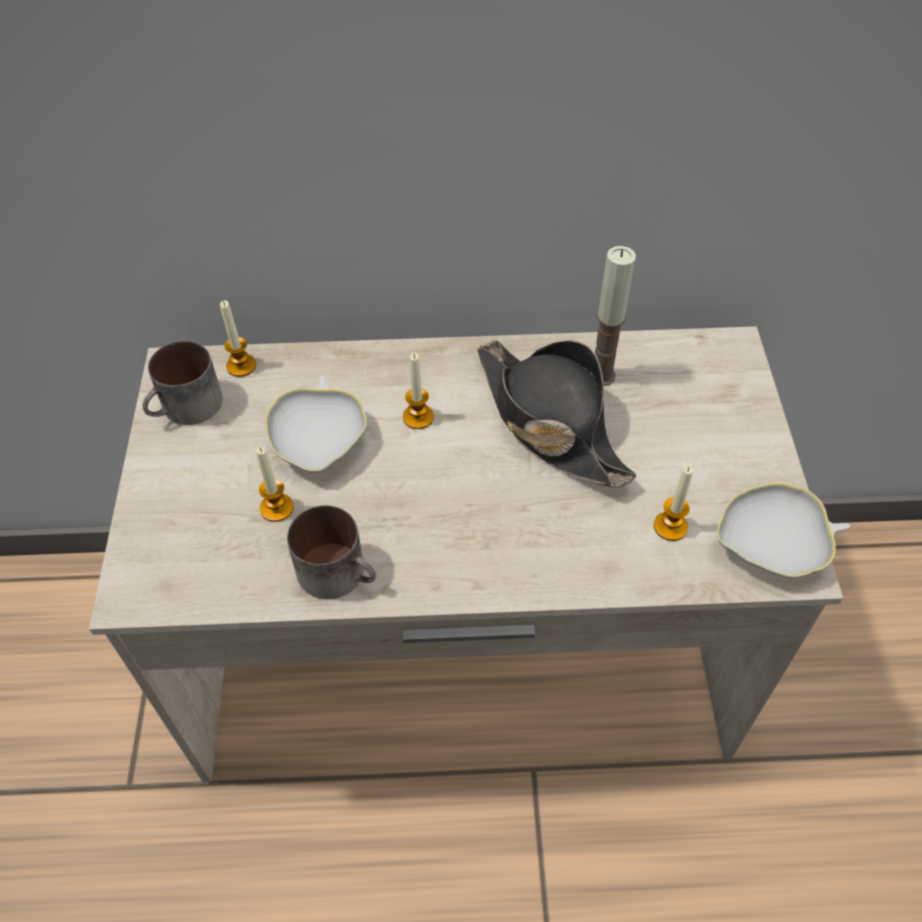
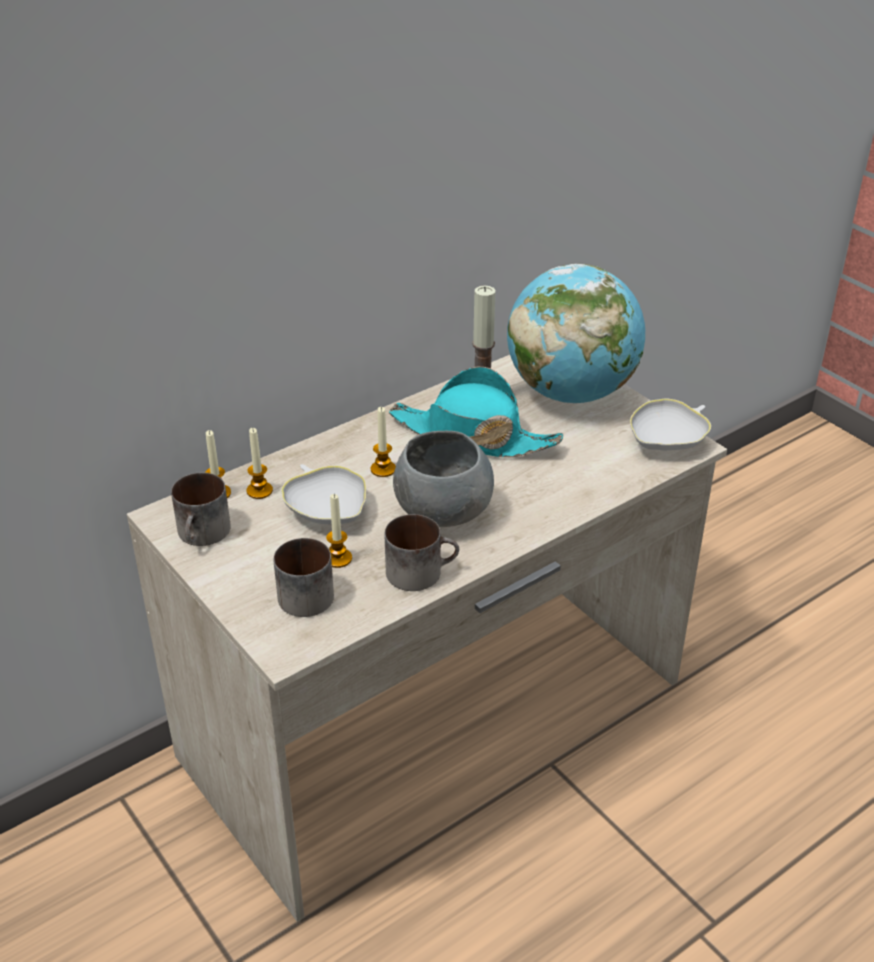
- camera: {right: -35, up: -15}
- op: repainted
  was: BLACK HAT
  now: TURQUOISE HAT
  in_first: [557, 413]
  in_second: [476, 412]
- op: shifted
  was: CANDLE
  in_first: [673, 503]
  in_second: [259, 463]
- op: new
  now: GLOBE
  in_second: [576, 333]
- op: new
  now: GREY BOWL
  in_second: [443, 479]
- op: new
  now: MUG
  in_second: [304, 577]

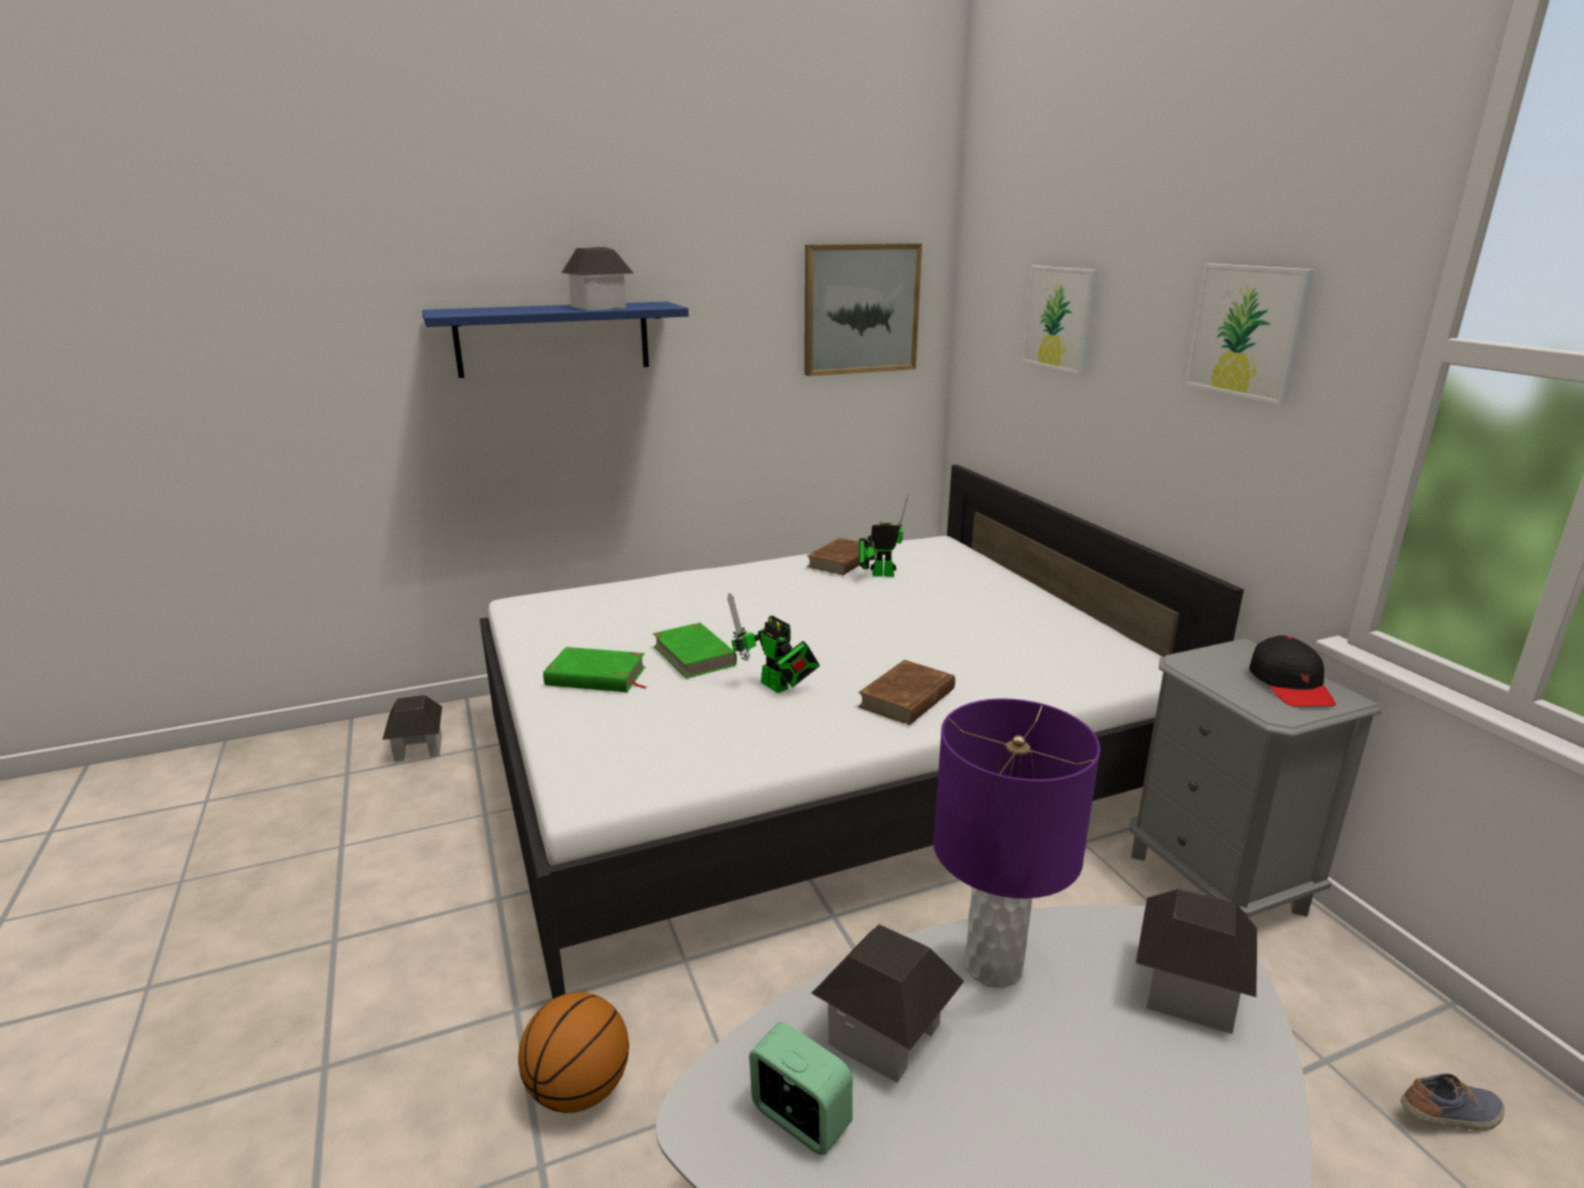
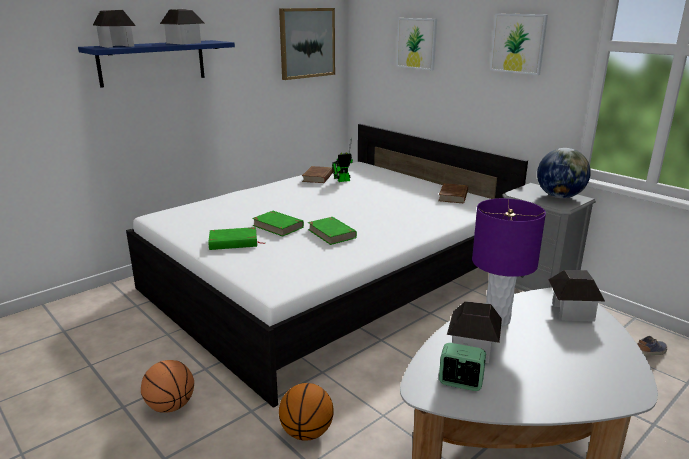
- camera: {right: -20, up: 0}
- op: swapped
  was: TOY ROBOT
  now: GREEN BOOK
  in_first: [773, 643]
  in_second: [332, 231]
- op: swapped
  was: BLACK CAP
  now: GLOBE
  in_first: [1292, 671]
  in_second: [564, 173]
- op: shifted
  was: BROWN BOOK
  in_first: [906, 692]
  in_second: [453, 193]
- op: shifted
  was: TOY HOUSE
  in_first: [412, 729]
  in_second: [114, 29]
- op: new
  now: BASKETBALL
  in_second: [167, 386]

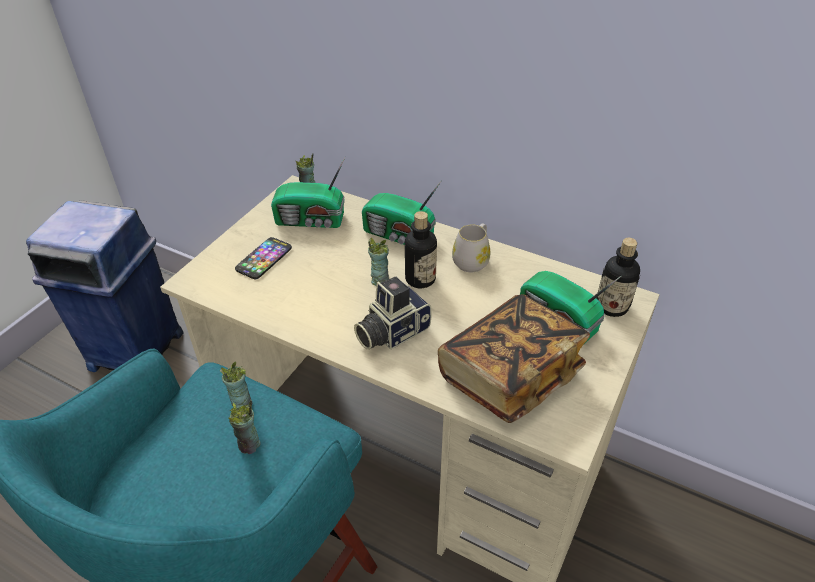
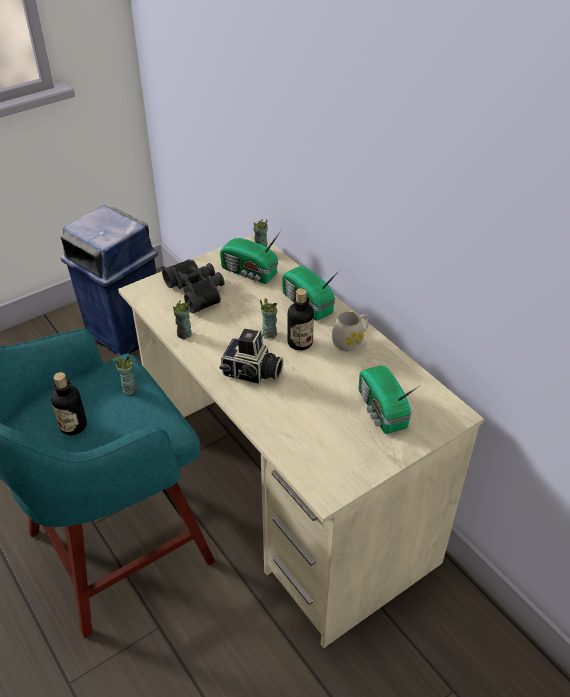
- camera: {right: 25, up: 0}
- op: swapped
  was: PHONE
  now: BLACK BINOCULARS
  in_first: [263, 258]
  in_second: [193, 286]
- op: shifted
  was: BOTTLE
  in_first: [618, 277]
  in_second: [69, 403]
- op: rotated
  was: PHOTO CAMERA
  in_first: [393, 313]
  in_second: [251, 356]
  clockwise: -150
- op: gone
  was: BOOK
  in_first: [514, 358]
- op: shifted
  was: CUP
  in_first: [245, 427]
  in_second: [182, 319]

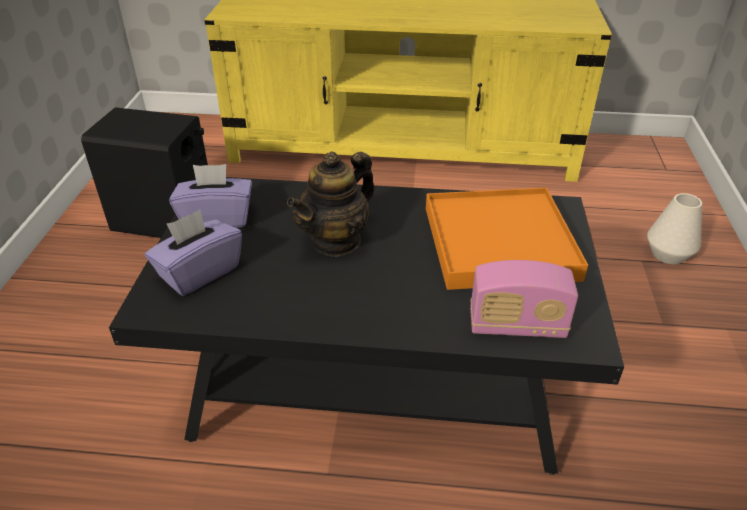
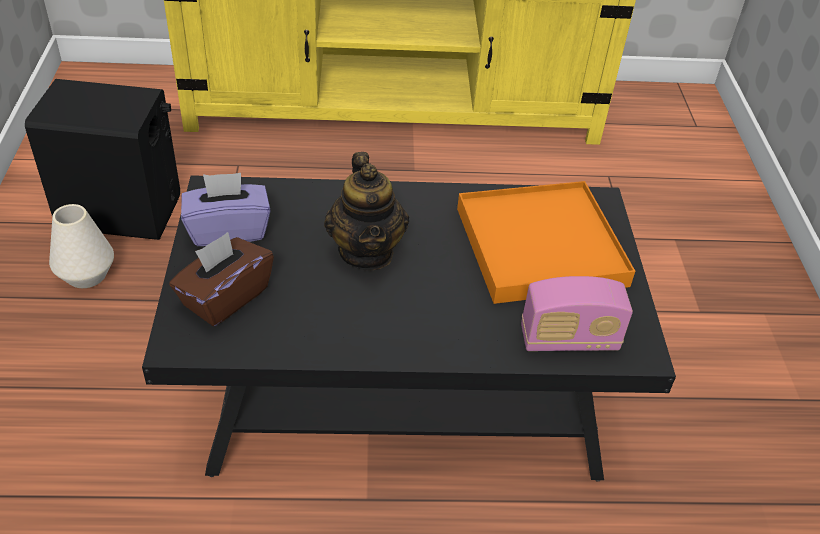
- camera: {right: -10, up: 5}
- op: rotated
  was: TEAPOT
  in_first: [331, 204]
  in_second: [366, 211]
  clockwise: -45
- op: shifted
  was: WHITE VASE
  in_first: [674, 228]
  in_second: [81, 246]
- op: repainted
  was: PURPLE TISSUE BOX
  now: BROWN TISSUE BOX
  in_first: [193, 253]
  in_second: [221, 279]

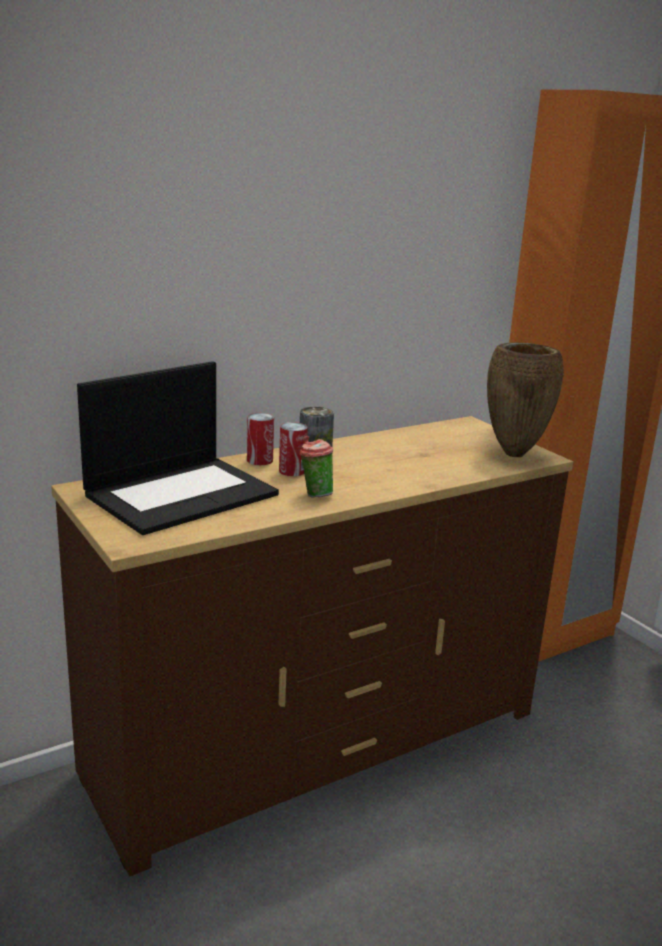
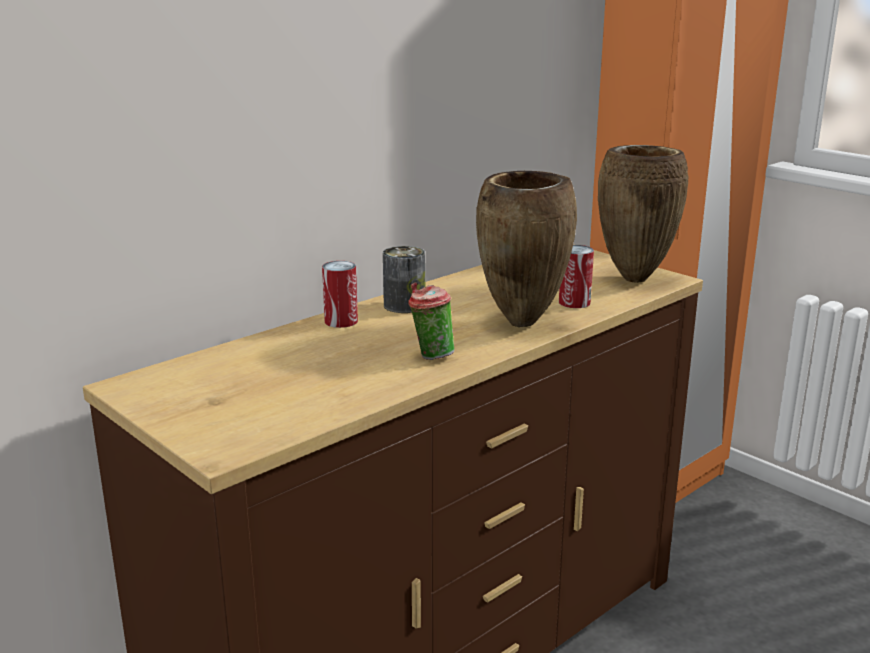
- camera: {right: -10, up: 0}
- op: gone
  was: LAPTOP
  in_first: [178, 448]
- op: shifted
  was: CAN
  in_first: [293, 449]
  in_second: [576, 276]
- op: new
  now: BROWN VASE
  in_second: [526, 249]

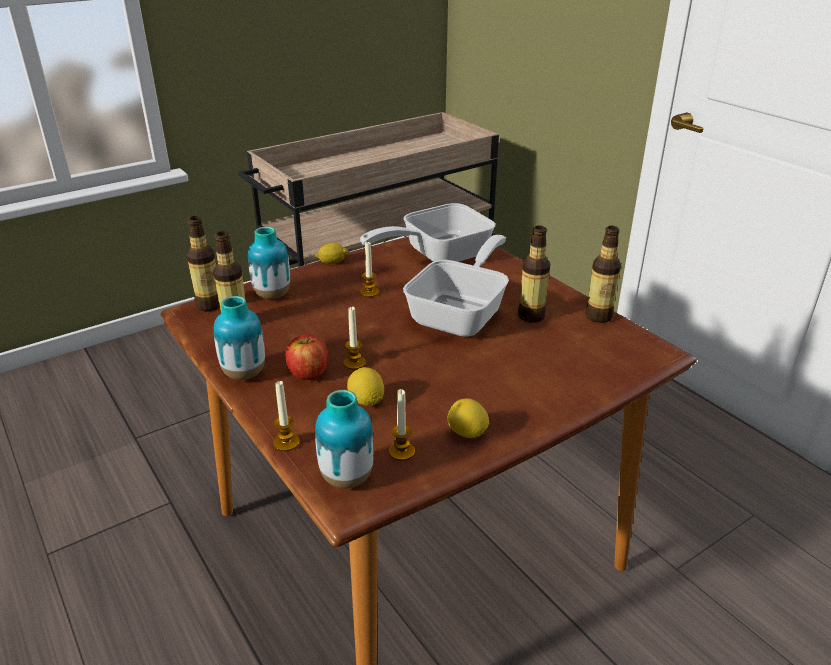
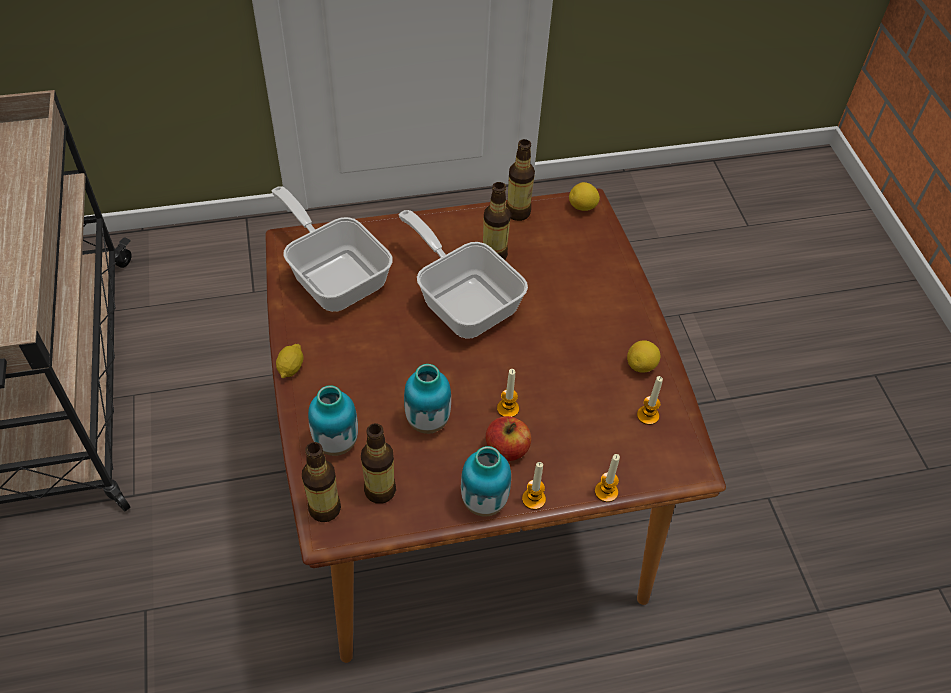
- camera: {right: -70, up: 20}
- op: rotated
  was: FRYING PAN
  in_first: [427, 232]
  in_second: [332, 249]
  clockwise: 150
- op: shifted
  was: CANDLE
  in_first: [369, 269]
  in_second: [534, 486]
- op: shifted
  was: LEMON
  in_first: [365, 386]
  in_second: [584, 196]
- op: shifted
  was: VASE
  in_first: [344, 439]
  in_second: [427, 399]

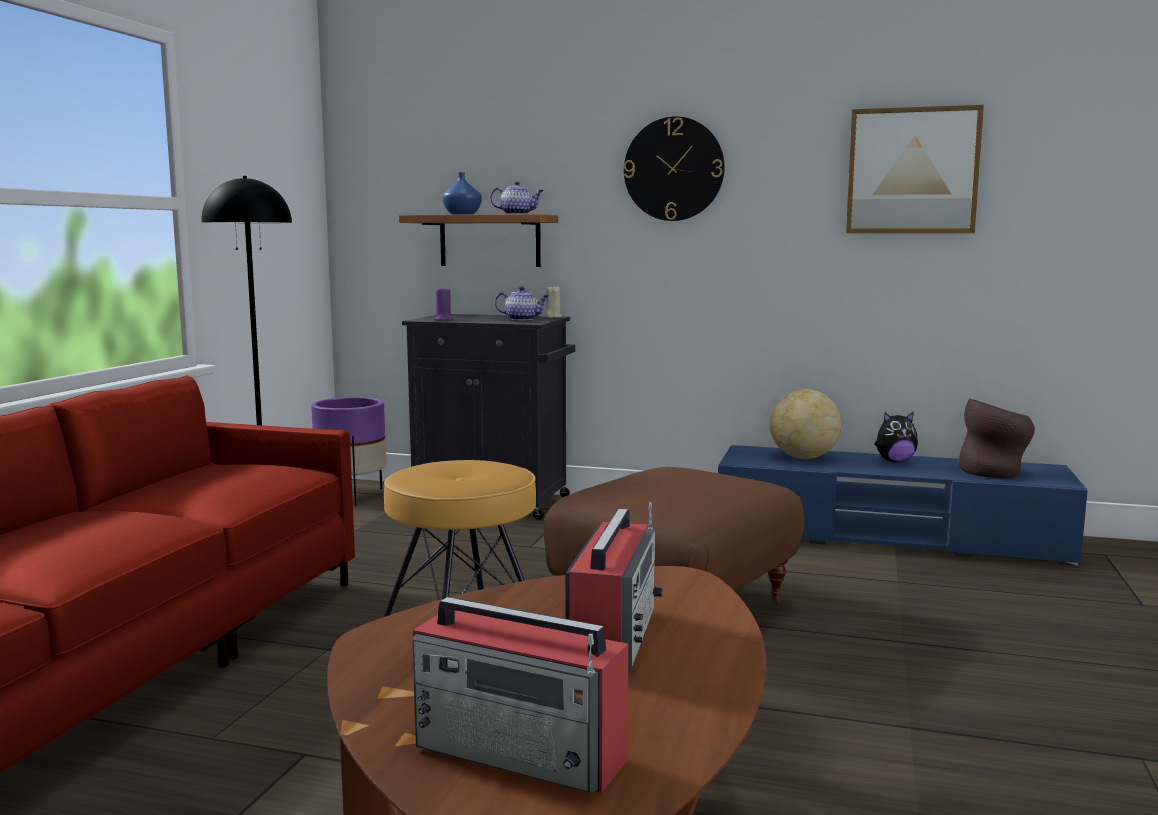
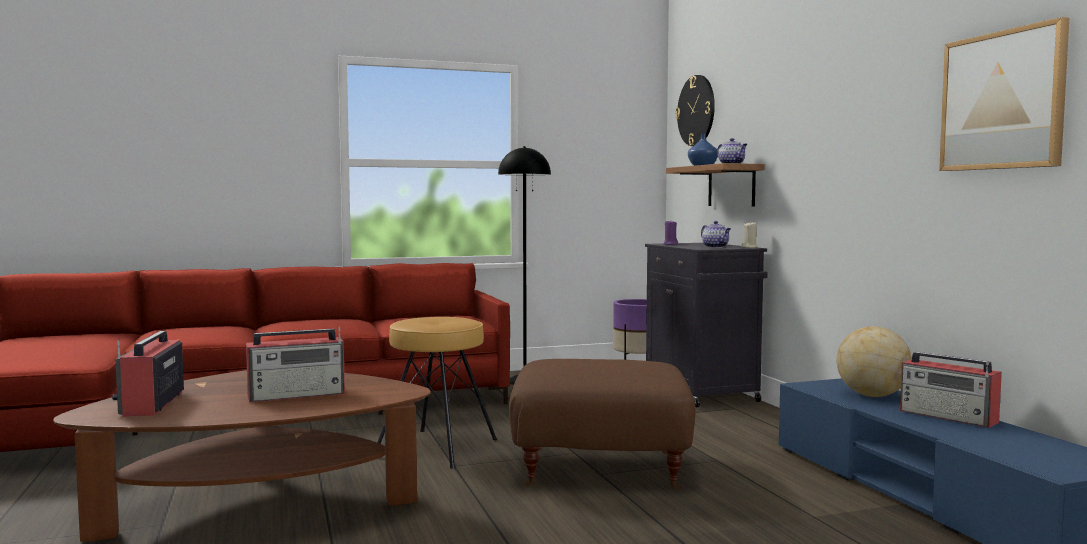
- camera: {right: 55, up: -5}
- op: shifted
  was: WALL CLOCK
  in_first: [674, 168]
  in_second: [695, 110]
- op: gone
  was: BROWN VASE
  in_first: [997, 438]
- op: swapped
  was: PLUSH TOY
  now: RADIO
  in_first: [896, 436]
  in_second: [951, 390]

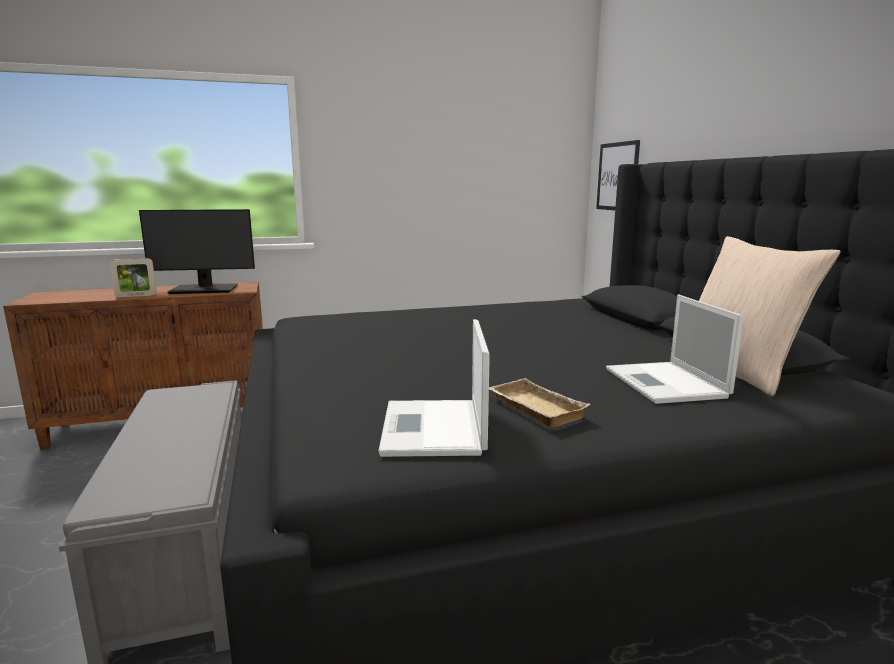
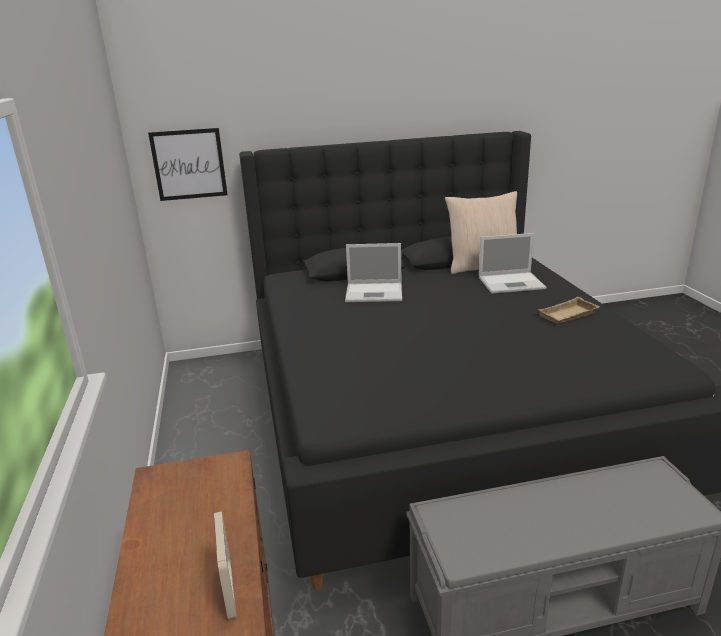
- camera: {right: -85, up: 10}
- op: gone
  was: MONITOR
  in_first: [197, 251]
- op: shifted
  was: LAPTOP
  in_first: [434, 388]
  in_second: [373, 272]

